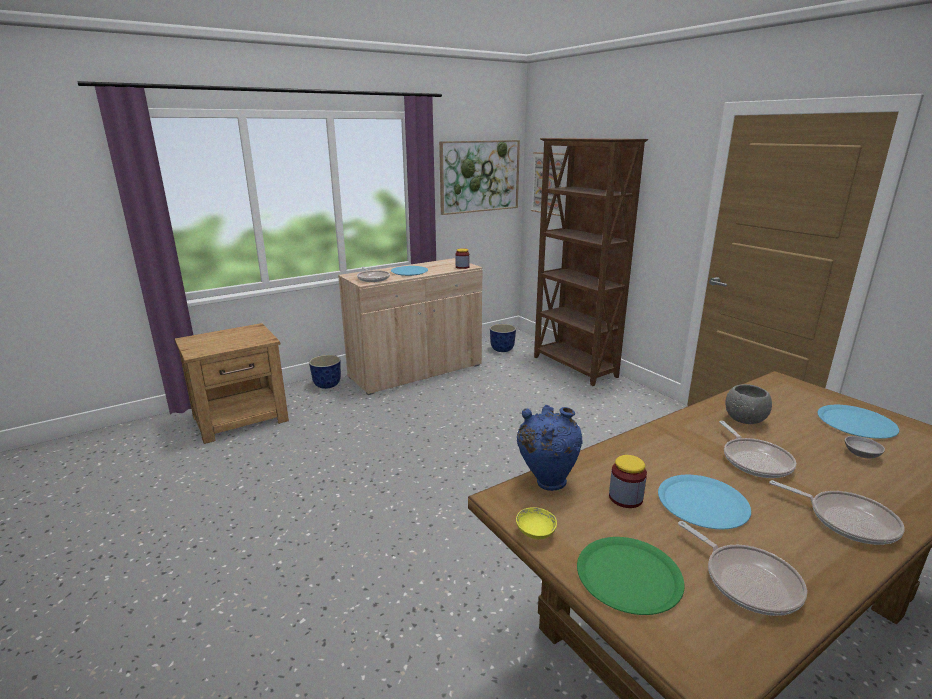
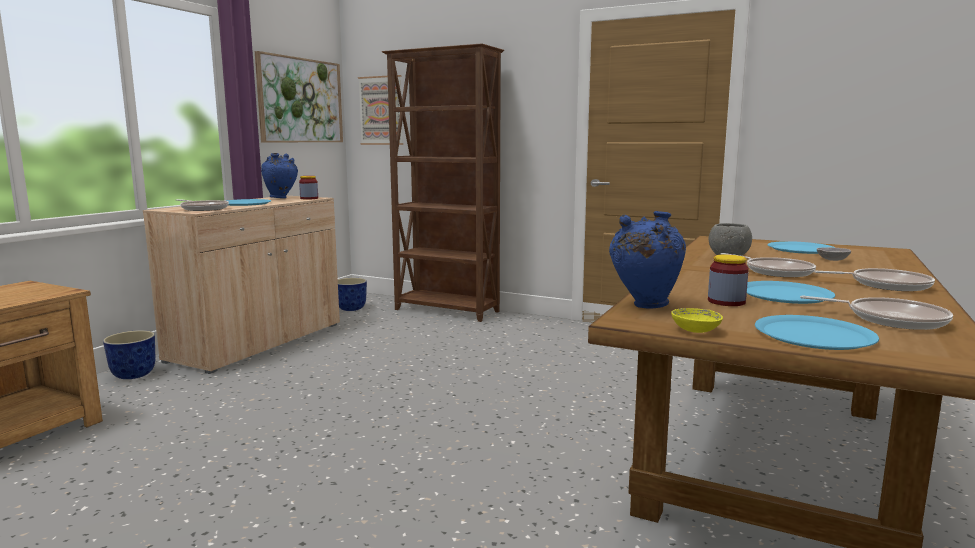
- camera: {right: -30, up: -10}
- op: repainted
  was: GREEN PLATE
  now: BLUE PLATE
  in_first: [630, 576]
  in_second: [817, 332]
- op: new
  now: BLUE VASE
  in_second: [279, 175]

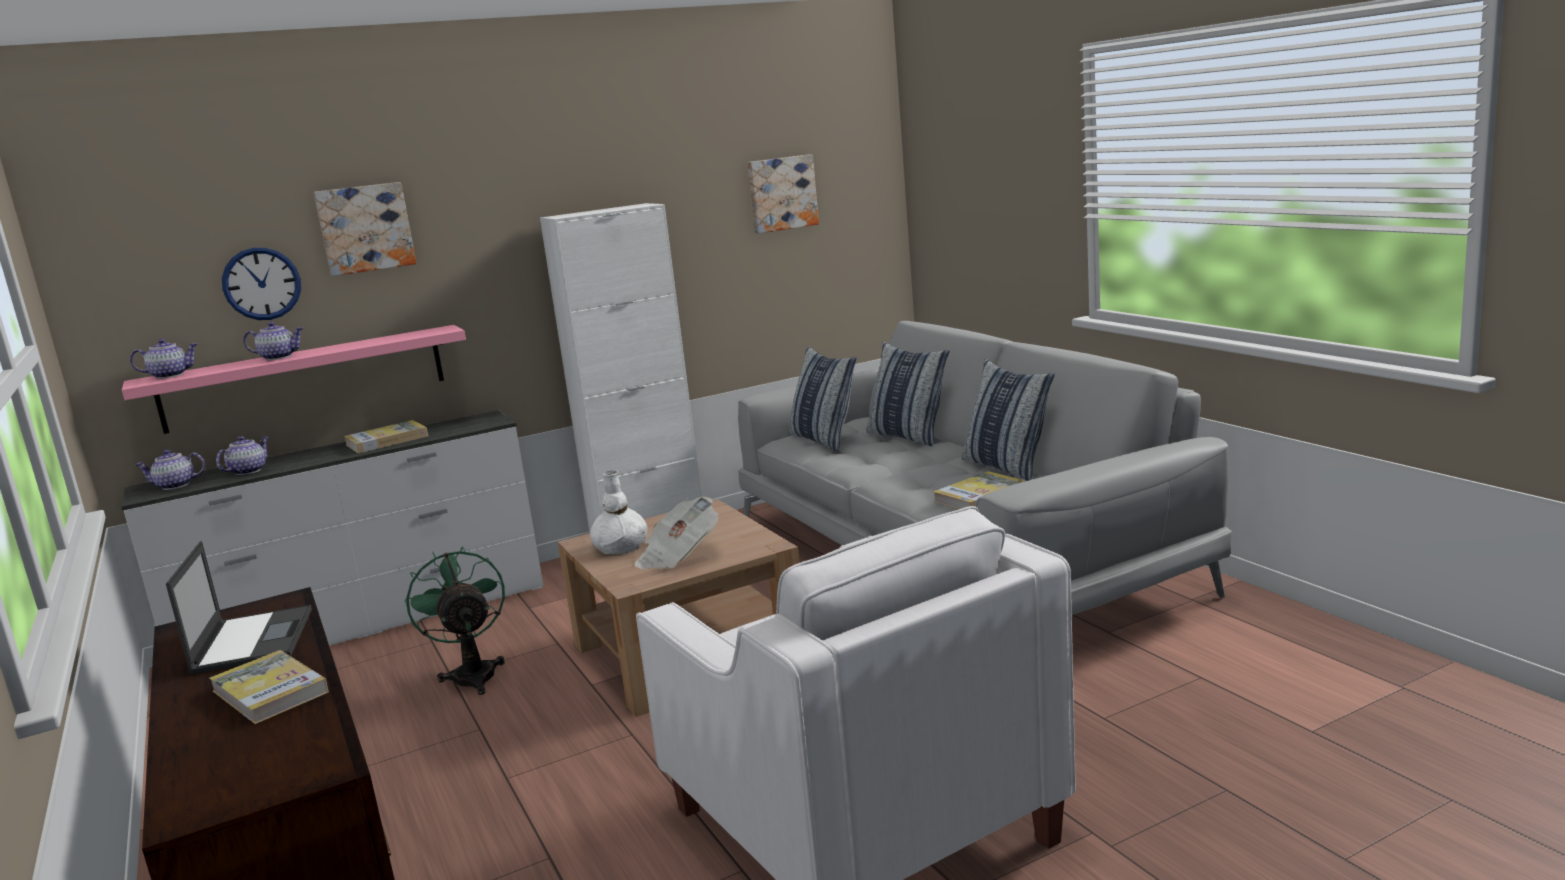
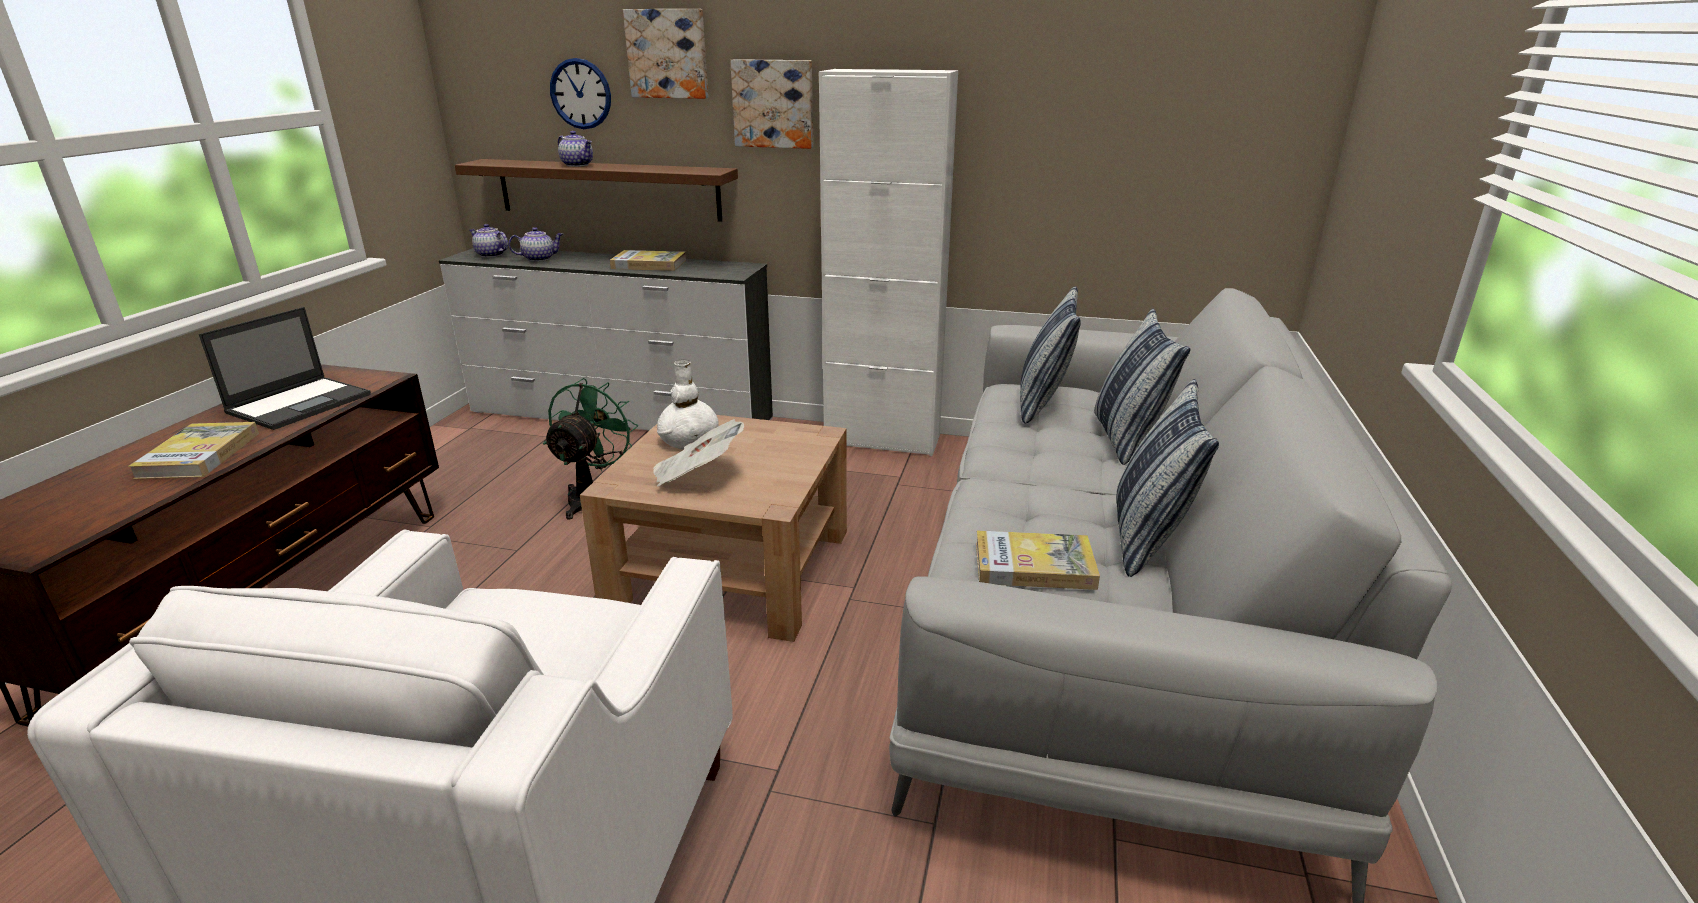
- camera: {right: 40, up: 10}
- op: shifted
  was: PICTURE
  in_first: [783, 194]
  in_second: [771, 104]
- op: repainted
  was: PINK SHELF
  now: BROWN SHELF
  in_first: [294, 379]
  in_second: [596, 190]
- op: gone
  was: TEAPOT
  in_first: [164, 359]

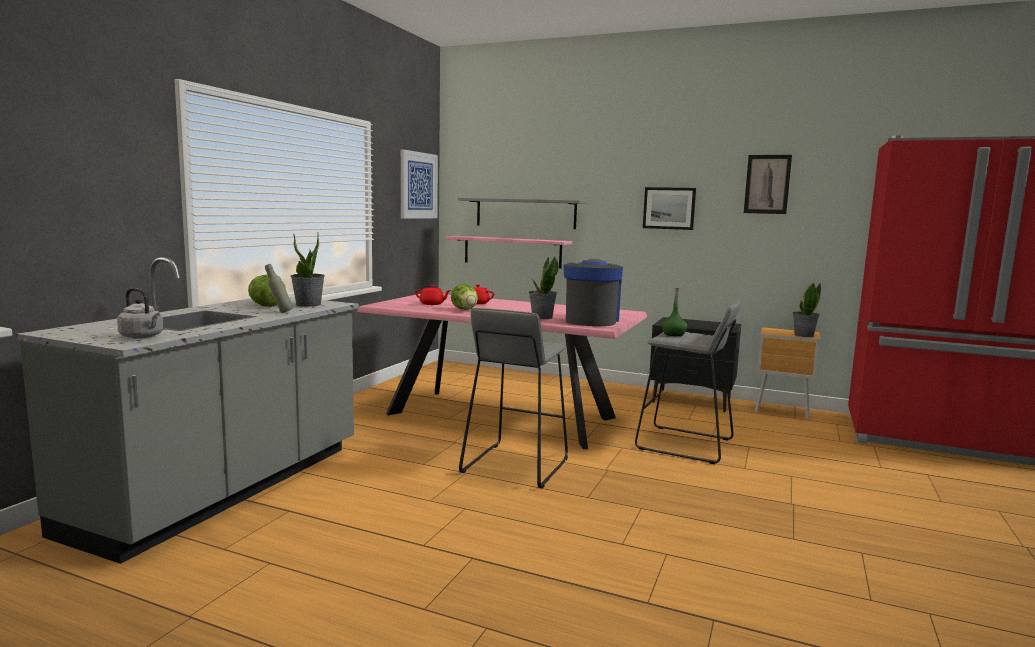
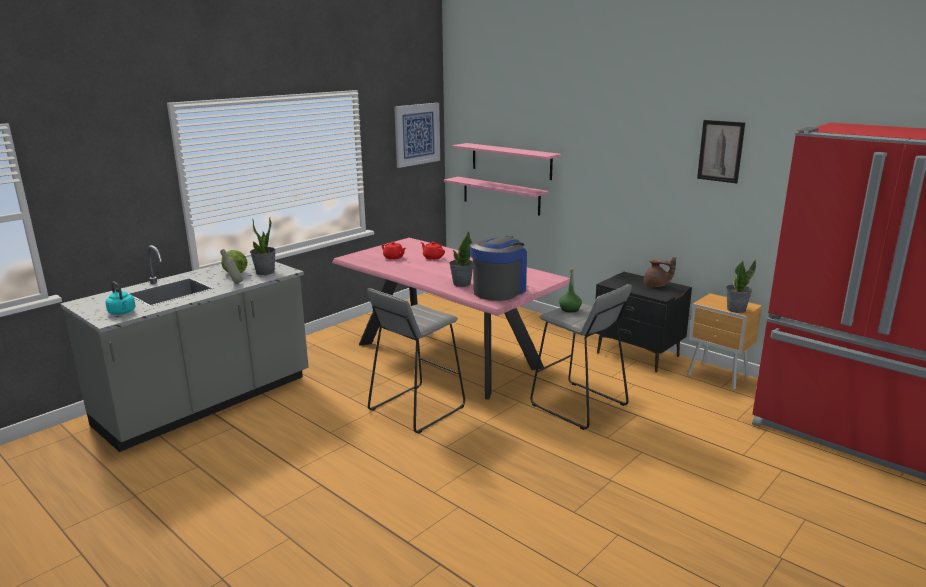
- camera: {right: 20, up: 10}
- op: gone
  was: PICTURE
  in_first: [669, 208]
- op: repainted
  was: GREY SHELF
  now: PINK SHELF
  in_first: [522, 213]
  in_second: [506, 161]
- op: gone
  was: LETTUCE
  in_first: [464, 297]
- op: repainted
  was: GREY KETTLE
  now: TURQUOISE KETTLE
  in_first: [140, 313]
  in_second: [120, 298]
- op: new
  now: BROWN TEAPOT
  in_second: [660, 272]

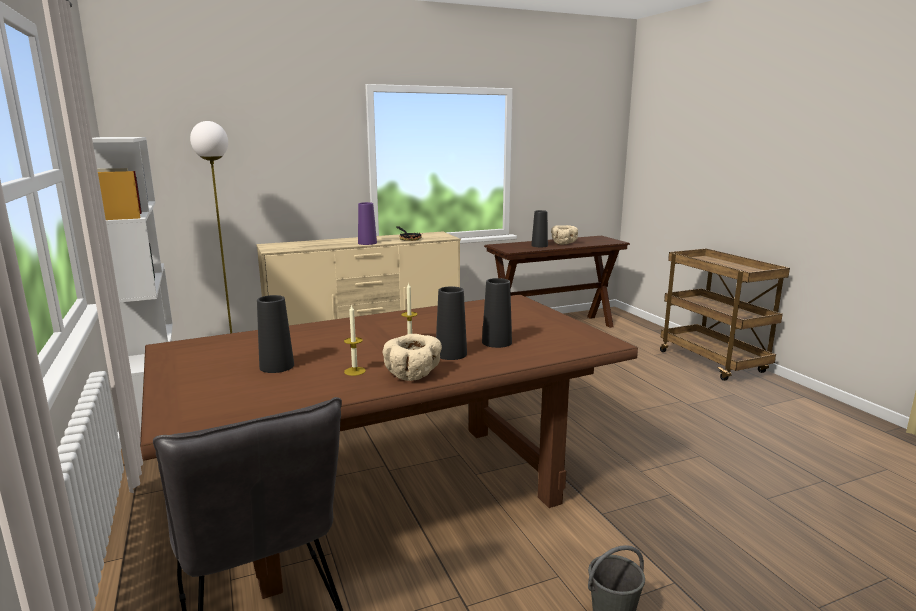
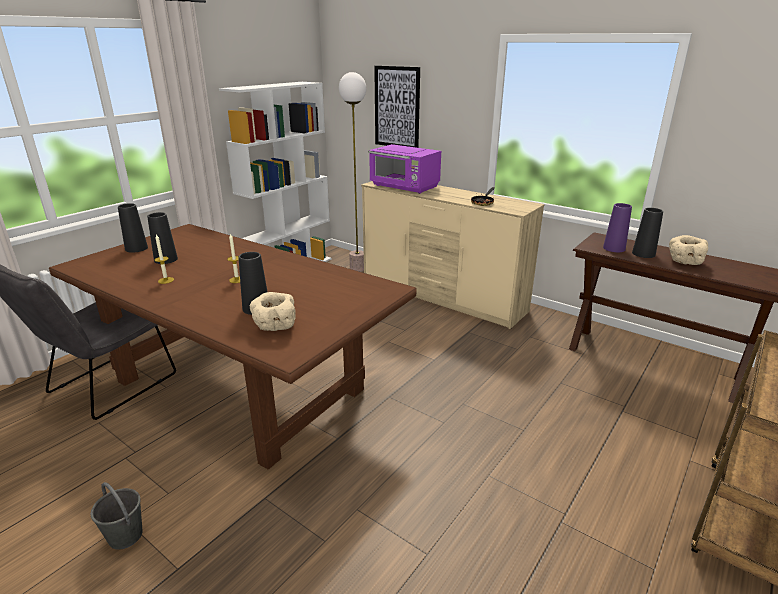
- camera: {right: 60, up: 10}
- op: shifted
  was: PURPLE VASE
  in_first: [367, 223]
  in_second: [617, 227]
- op: shifted
  was: BLACK VASE
  in_first: [451, 323]
  in_second: [133, 228]
- op: shifted
  was: BEIGE BOWL
  in_first: [412, 357]
  in_second: [273, 311]
- op: new
  now: PICTURE
  in_second: [397, 107]
- op: new
  now: PURPLE MICROWAVE
  in_second: [405, 169]

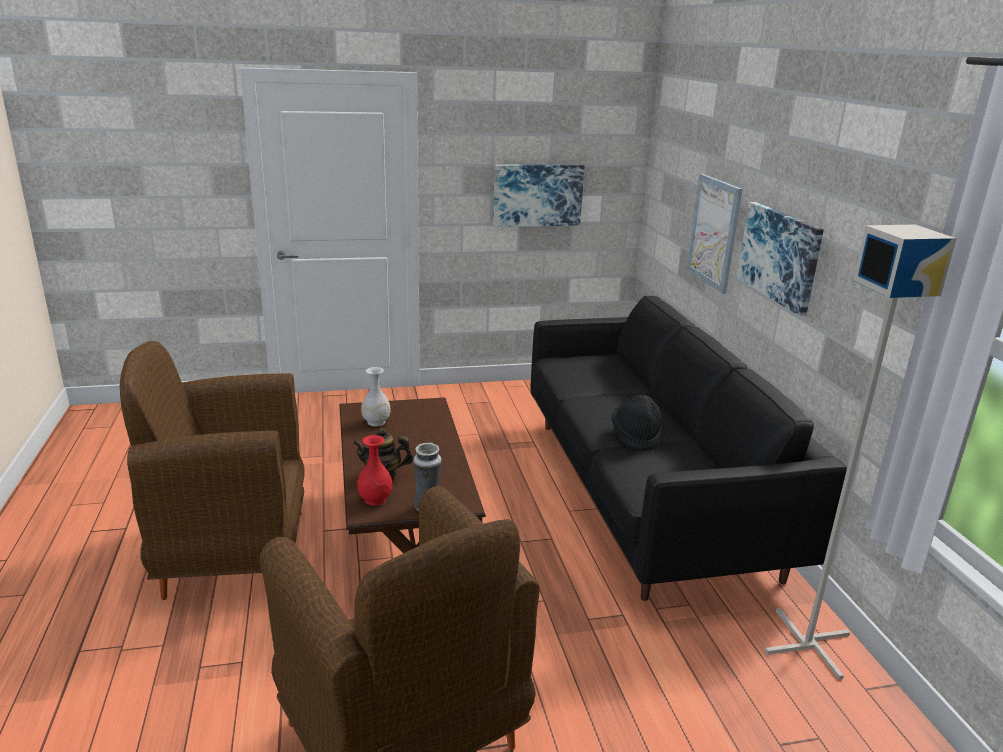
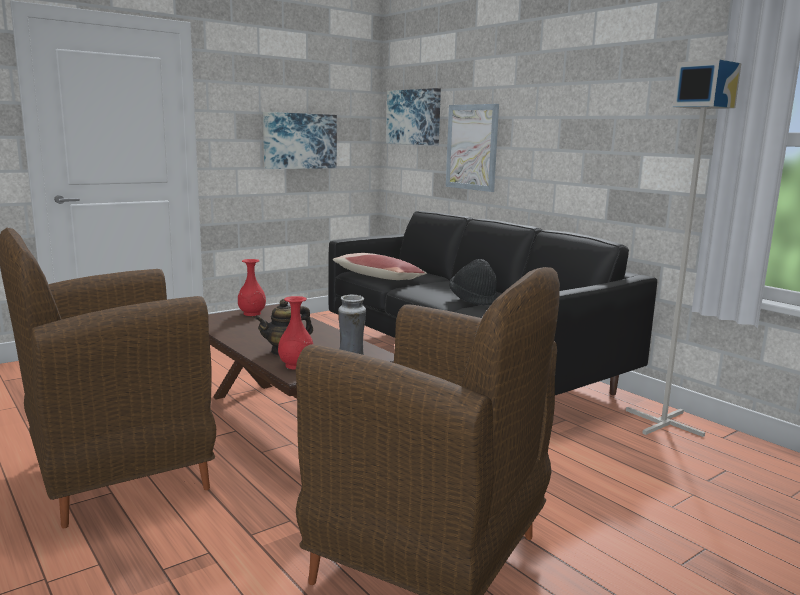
- camera: {right: -25, up: -10}
- op: shifted
  was: PICTURE
  in_first: [780, 259]
  in_second: [413, 116]
- op: gone
  was: WHITE VASE
  in_first: [376, 396]
- op: new
  now: PILLOW
  in_second: [380, 266]
- op: new
  now: RED VASE
  in_second: [252, 287]

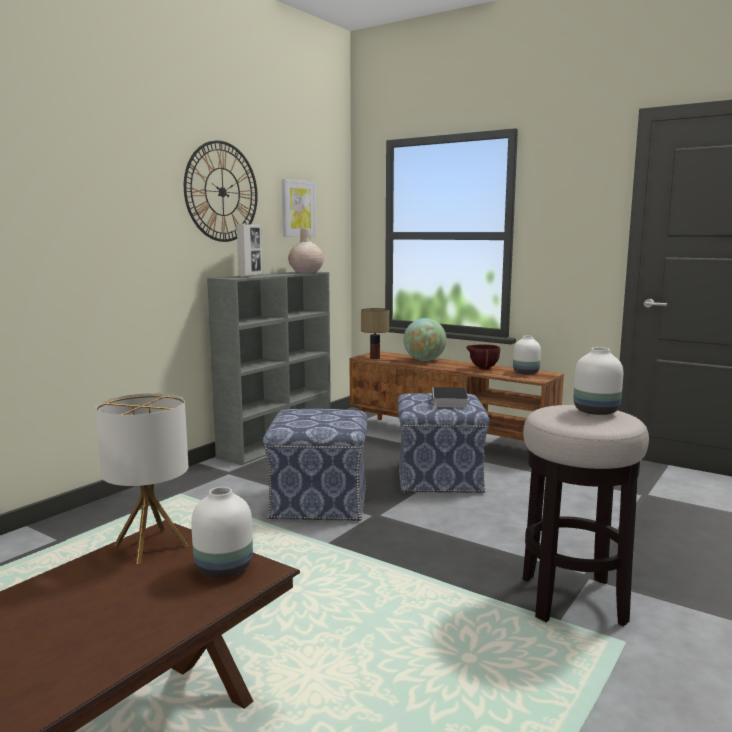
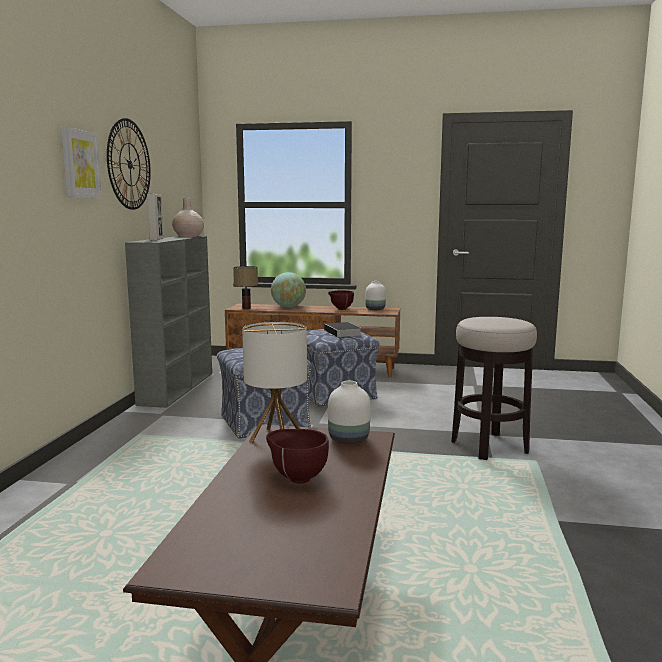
- camera: {right: -25, up: 0}
- op: shifted
  was: PICTURE
  in_first: [299, 207]
  in_second: [81, 162]
- op: gone
  was: WHITE VASE
  in_first: [598, 381]
- op: new
  now: BROWN BOWL
  in_second: [297, 456]

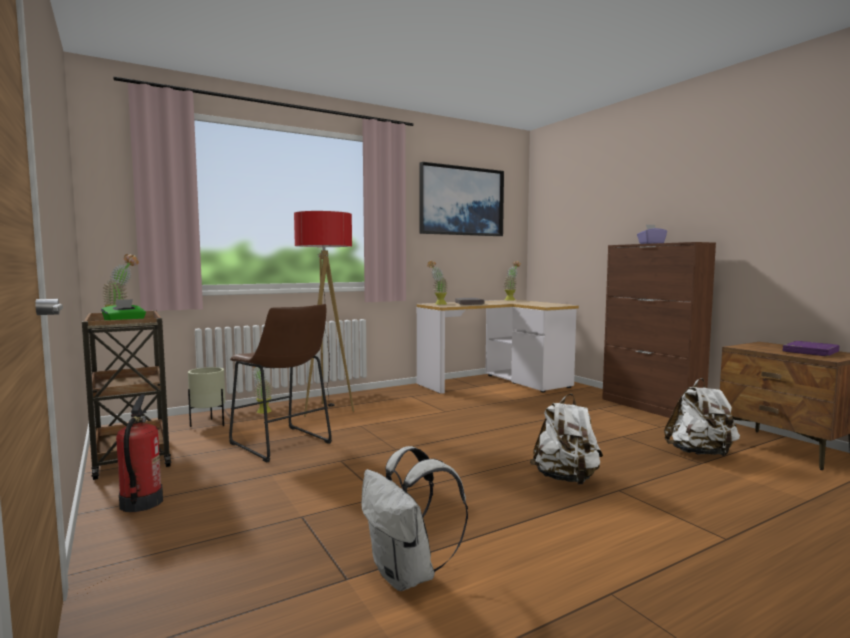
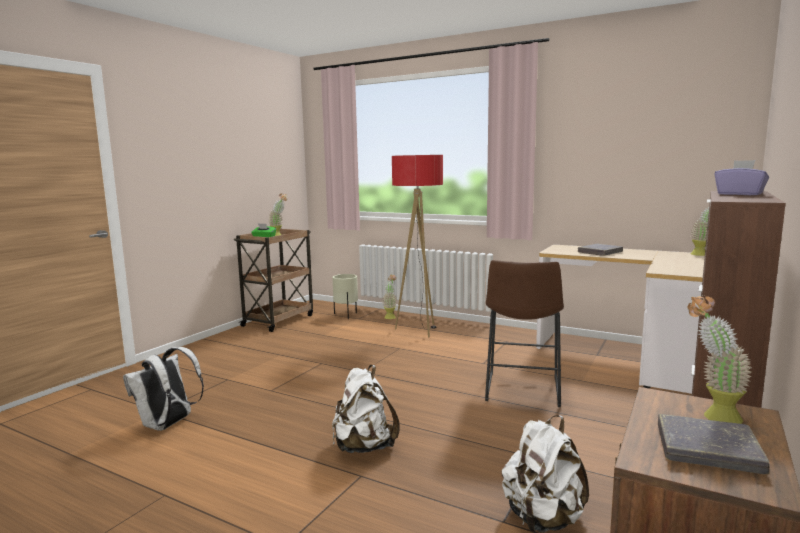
- camera: {right: 60, up: 5}
- op: gone
  was: PICTURE
  in_first: [461, 199]
- op: shifted
  was: POTTED PLANT
  in_first: [437, 282]
  in_second: [720, 359]
- op: shifted
  was: BROWN STOOL
  in_first: [280, 383]
  in_second: [524, 333]
- op: repainted
  was: PURPLE BOOK
  now: GREY BOOK
  in_first: [811, 348]
  in_second: [714, 444]
- op: gone
  was: FIRE EXTINGUISHER
  in_first: [139, 453]

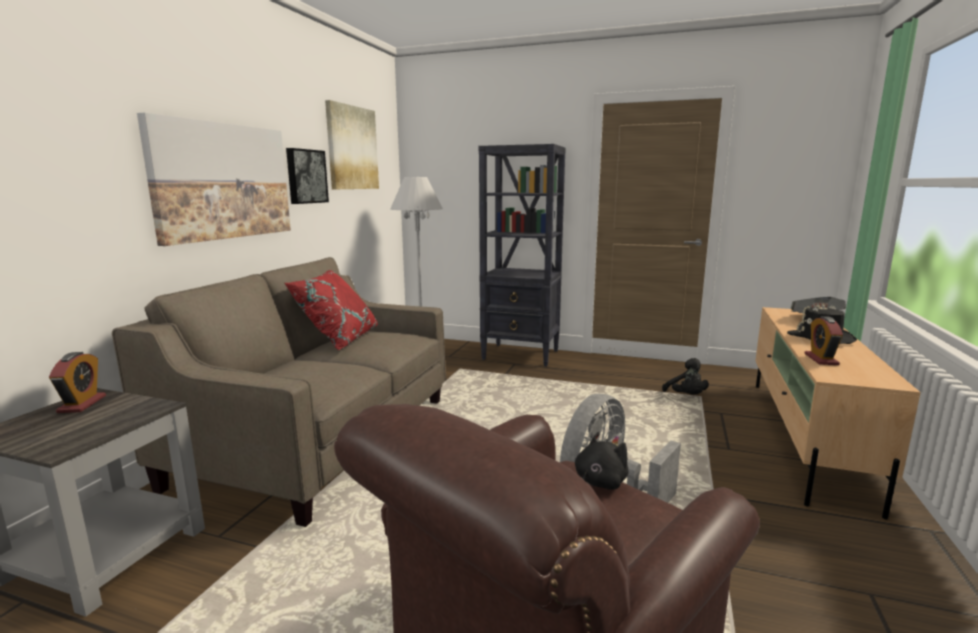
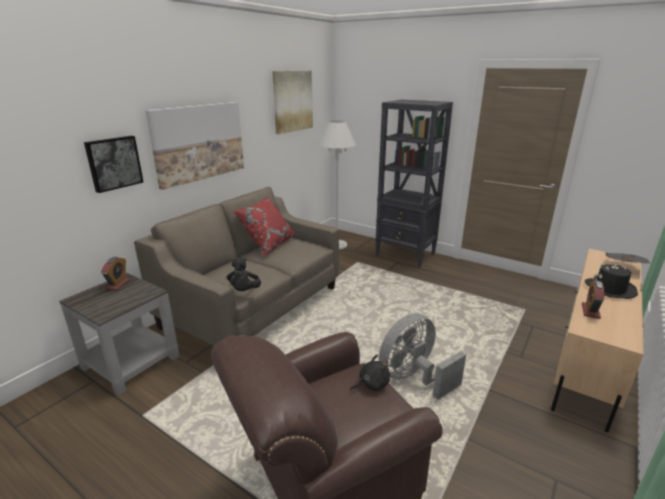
- camera: {right: 15, up: 10}
- op: shifted
  was: PICTURE
  in_first: [307, 176]
  in_second: [113, 164]
- op: shifted
  was: BLACK PLUSH TOY
  in_first: [685, 376]
  in_second: [244, 274]

